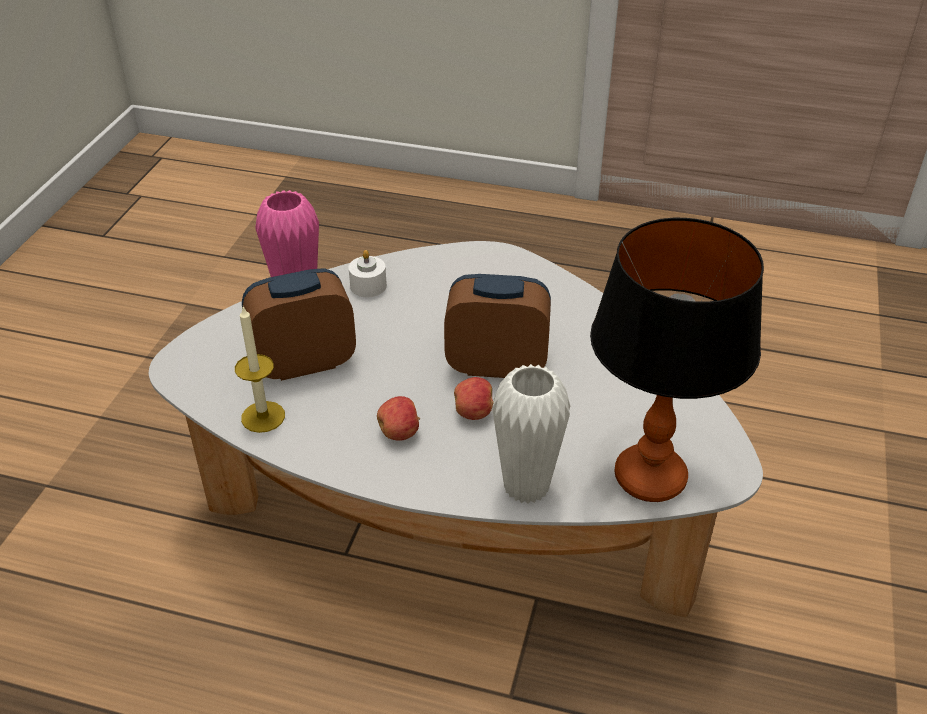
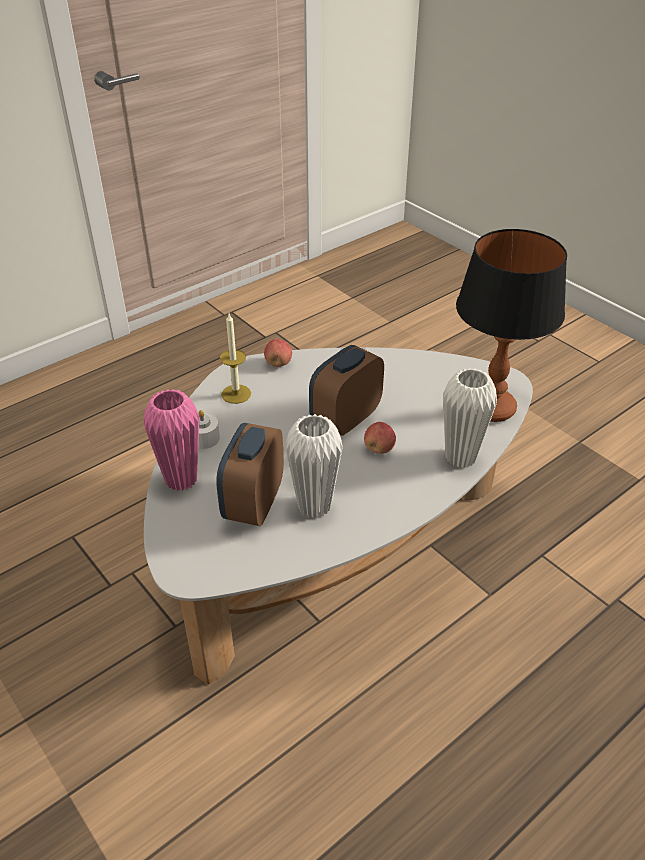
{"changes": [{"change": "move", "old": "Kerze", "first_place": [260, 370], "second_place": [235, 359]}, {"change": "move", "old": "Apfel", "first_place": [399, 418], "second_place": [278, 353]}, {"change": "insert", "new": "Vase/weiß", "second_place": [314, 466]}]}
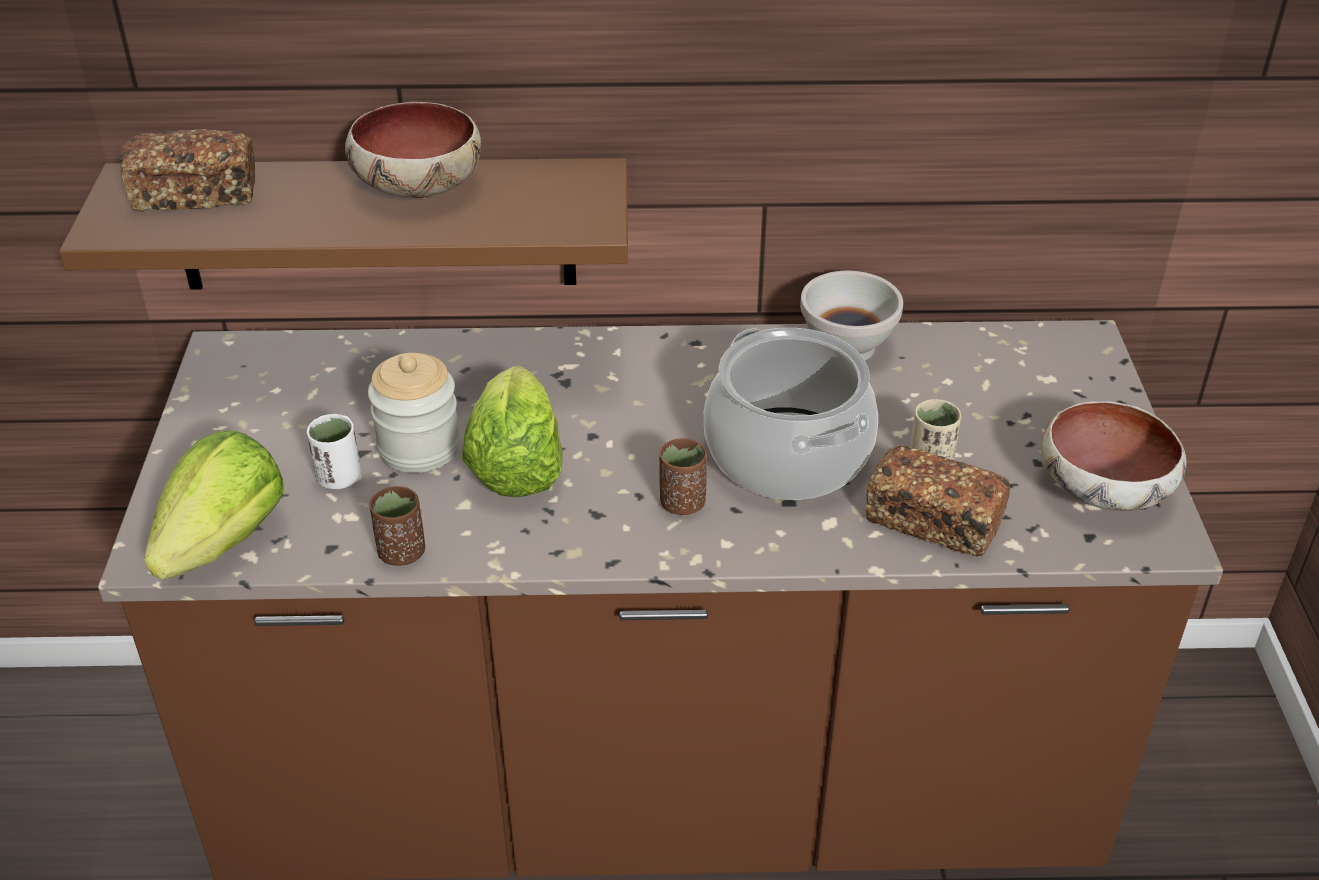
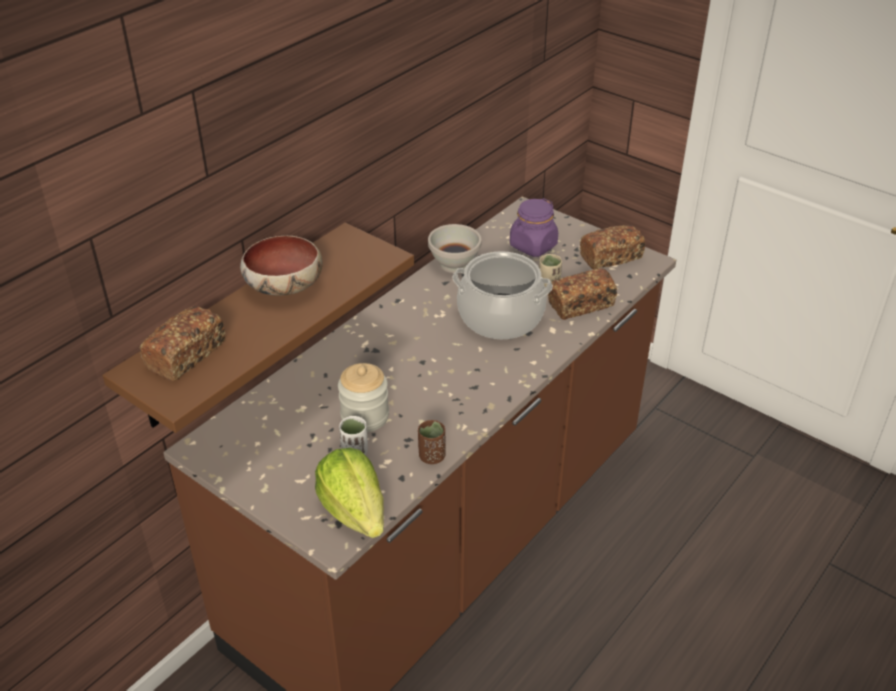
{"changes": [{"change": "delete", "old": "Salatkopf", "first_place": [512, 431]}, {"change": "replace", "old": "Schüssel", "new": "Brot", "first_place": [1114, 456], "second_place": [612, 247]}, {"change": "delete", "old": "Tasse/braun", "first_place": [683, 476]}, {"change": "insert", "new": "Vorratsglas/lila", "second_place": [534, 227]}]}
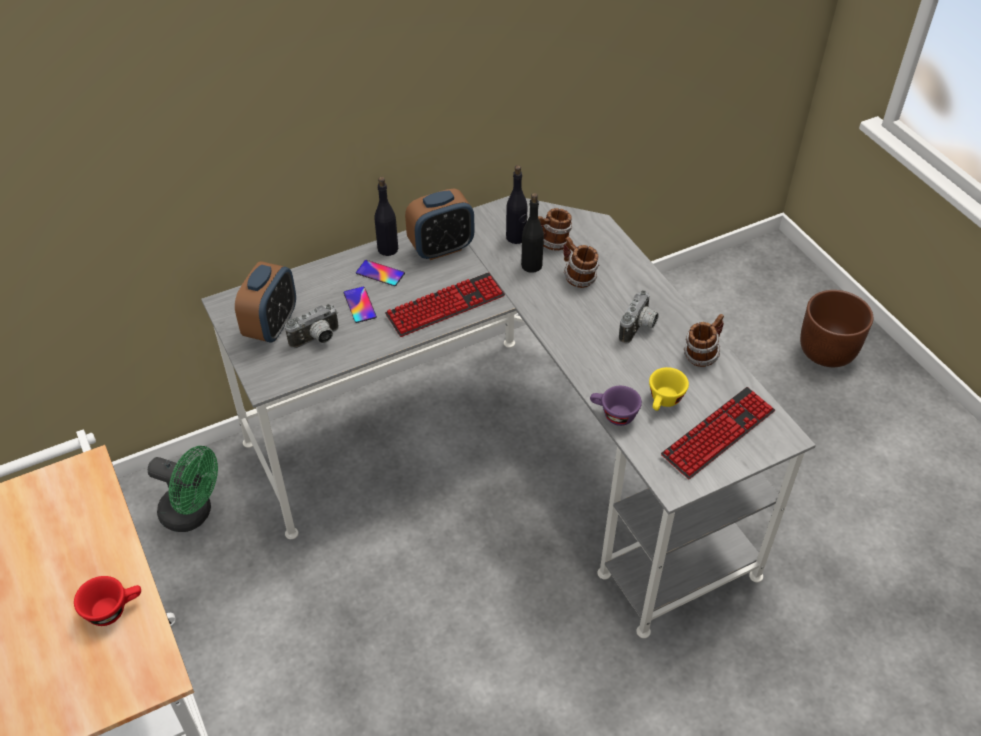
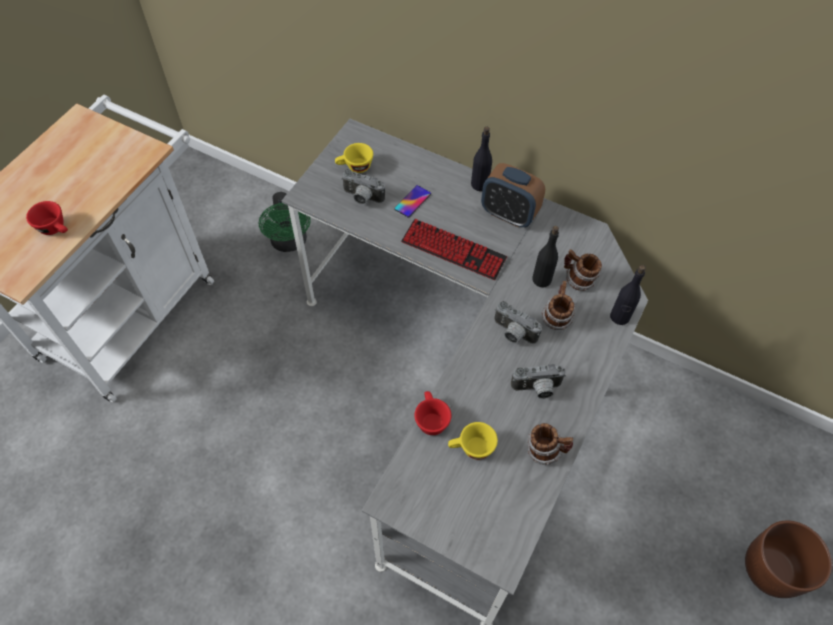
{"changes": [{"change": "move", "old": "Flasche/schwarz", "first_place": [516, 204], "second_place": [628, 295]}, {"change": "delete", "old": "Handy", "first_place": [380, 273]}, {"change": "replace", "old": "Wecker", "new": "Tasse/gelb", "first_place": [265, 302], "second_place": [354, 158]}, {"change": "recolor", "old": "Tasse/lila", "new": "Tasse/rot", "first_place": [616, 406], "second_place": [433, 413]}, {"change": "delete", "old": "Tastatur", "first_place": [718, 433]}, {"change": "insert", "new": "Kamera", "second_place": [518, 322]}]}
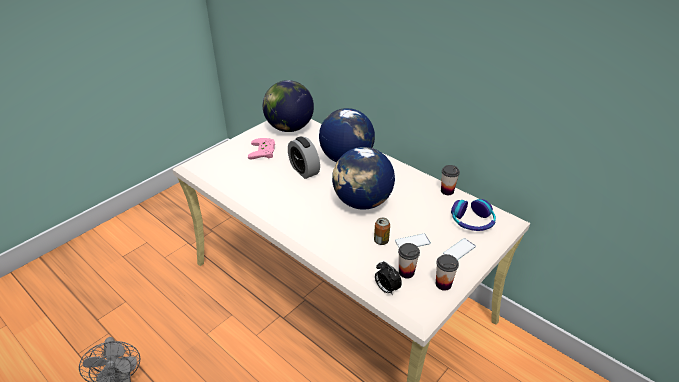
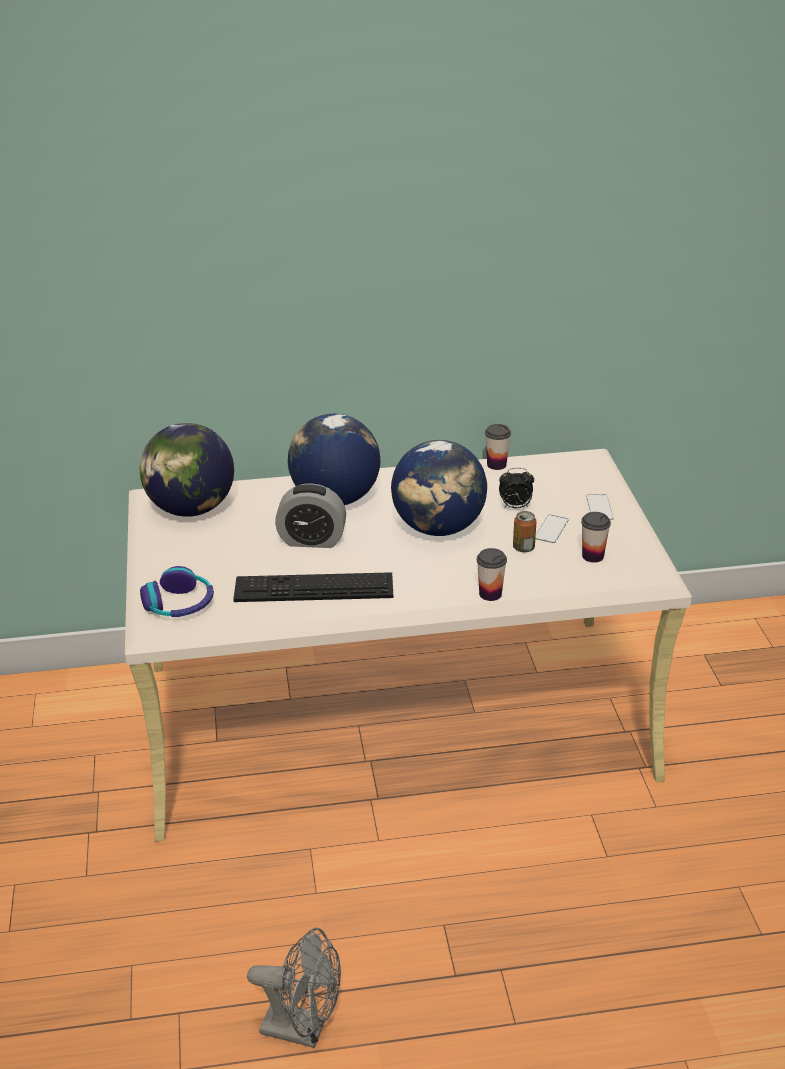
{"changes": [{"change": "delete", "old": "Gamepad/rosa", "first_place": [261, 148]}, {"change": "move", "old": "Kopfhörer", "first_place": [473, 215], "second_place": [177, 591]}, {"change": "move", "old": "Tasse", "first_place": [447, 272], "second_place": [492, 574]}, {"change": "move", "old": "Wecker", "first_place": [388, 278], "second_place": [516, 488]}, {"change": "insert", "new": "Tastatur", "second_place": [313, 587]}]}
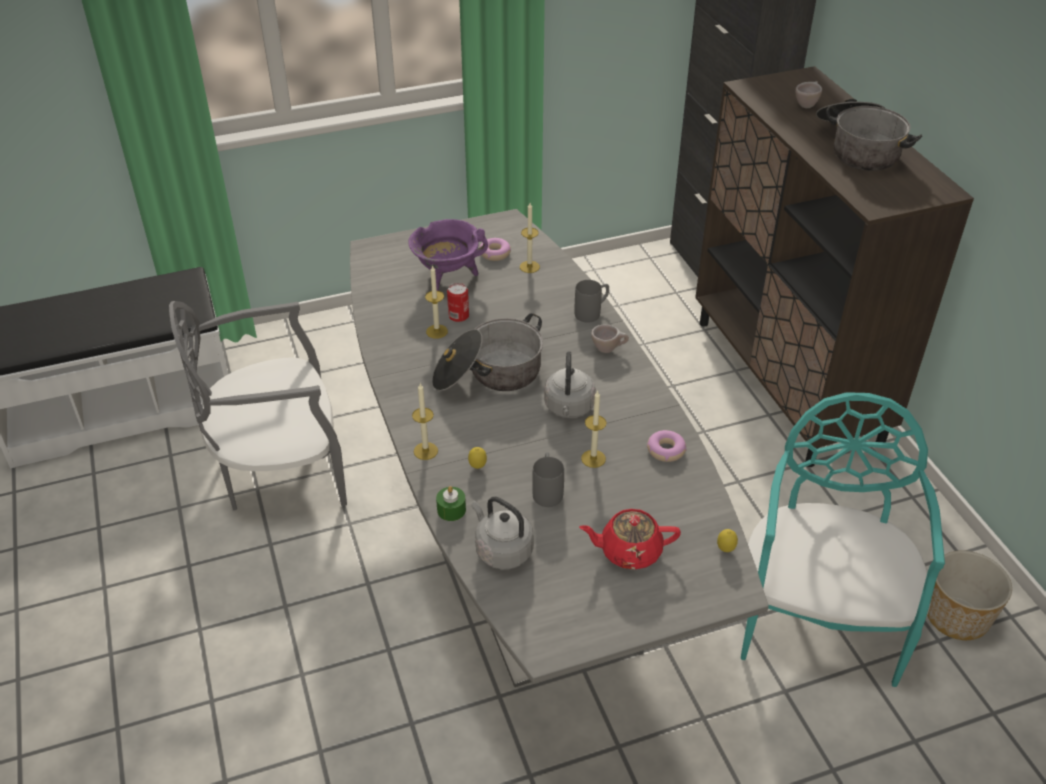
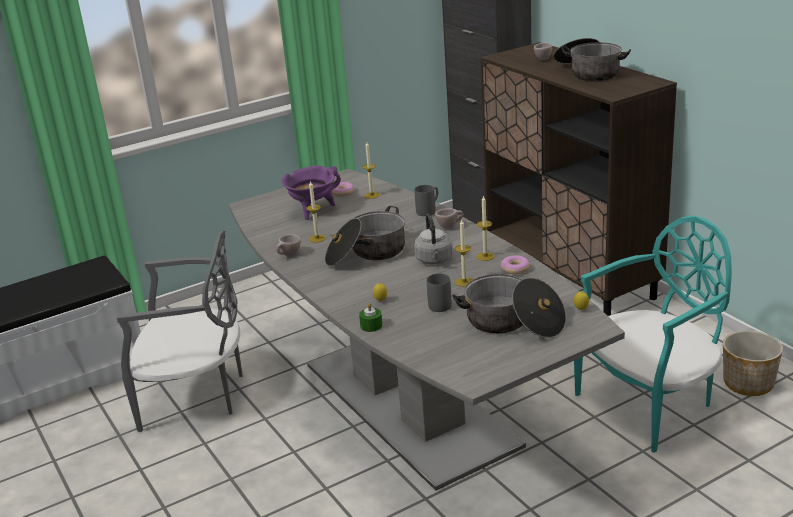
{"changes": [{"change": "delete", "old": "Dose", "first_place": [458, 302]}, {"change": "rotate", "old": "Stuhl/grau", "first_place": [258, 405], "second_place": [180, 331], "degrees": -150}, {"change": "move", "old": "Kerze", "first_place": [425, 421], "second_place": [486, 228]}, {"change": "rotate", "old": "Stuhl/türkis", "first_place": [843, 539], "second_place": [653, 334], "degrees": 60}, {"change": "delete", "old": "Wasserkessel/grau", "first_place": [502, 533]}, {"change": "replace", "old": "Teekanne/rot", "new": "Kochtopf", "first_place": [630, 539], "second_place": [509, 306]}, {"change": "insert", "new": "Tasse/beige", "second_place": [288, 245]}]}
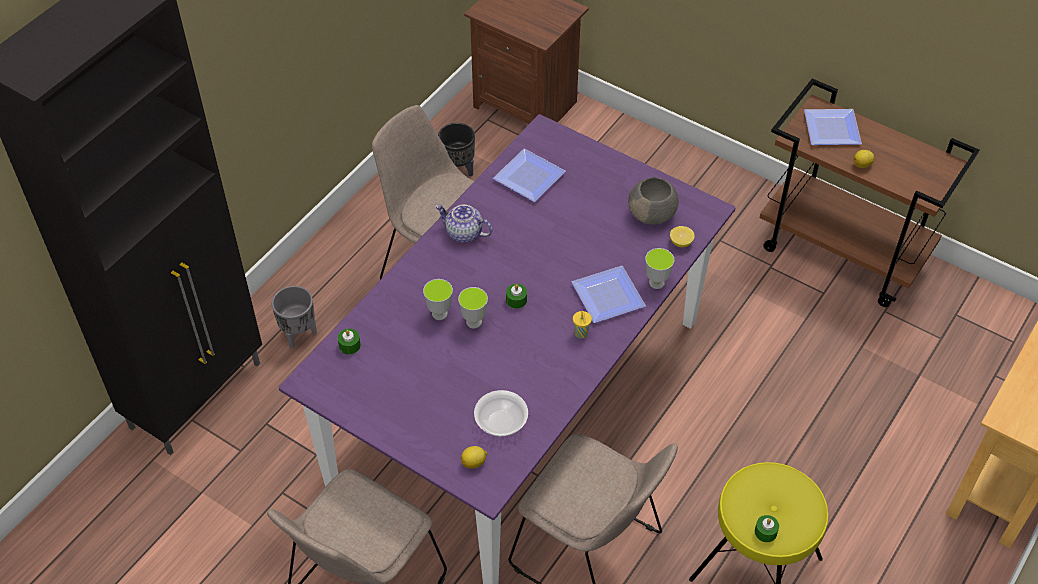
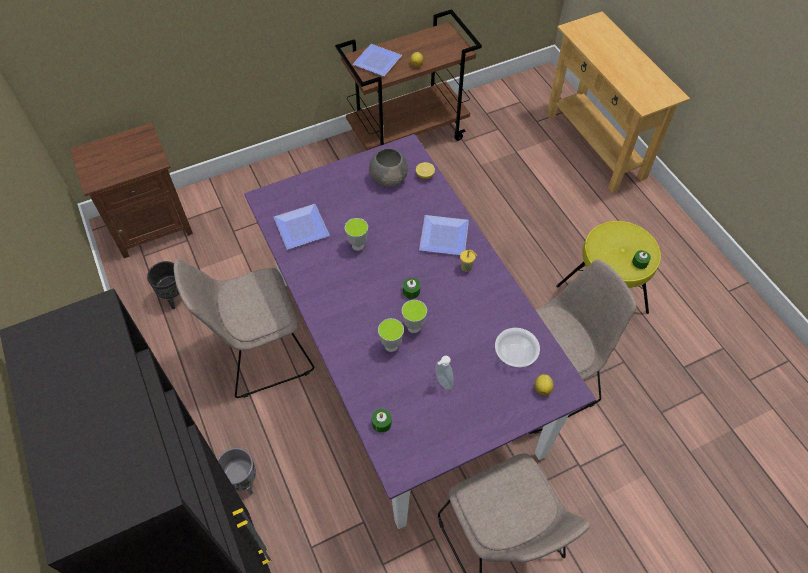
{"changes": [{"change": "delete", "old": "Teekanne", "first_place": [464, 223]}, {"change": "move", "old": "Tasse", "first_place": [659, 268], "second_place": [356, 234]}, {"change": "insert", "new": "Seifenspender", "second_place": [444, 373]}]}
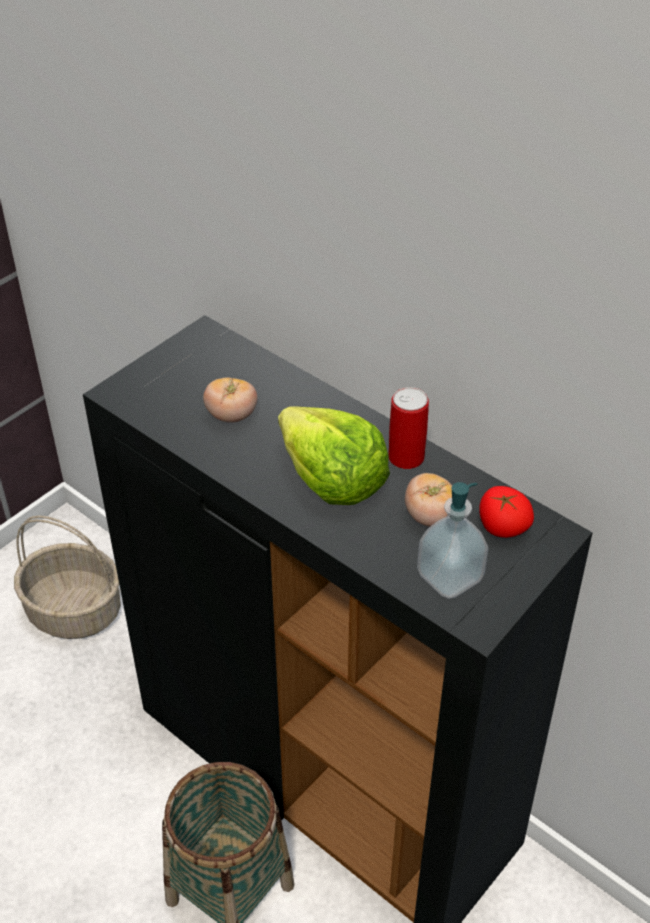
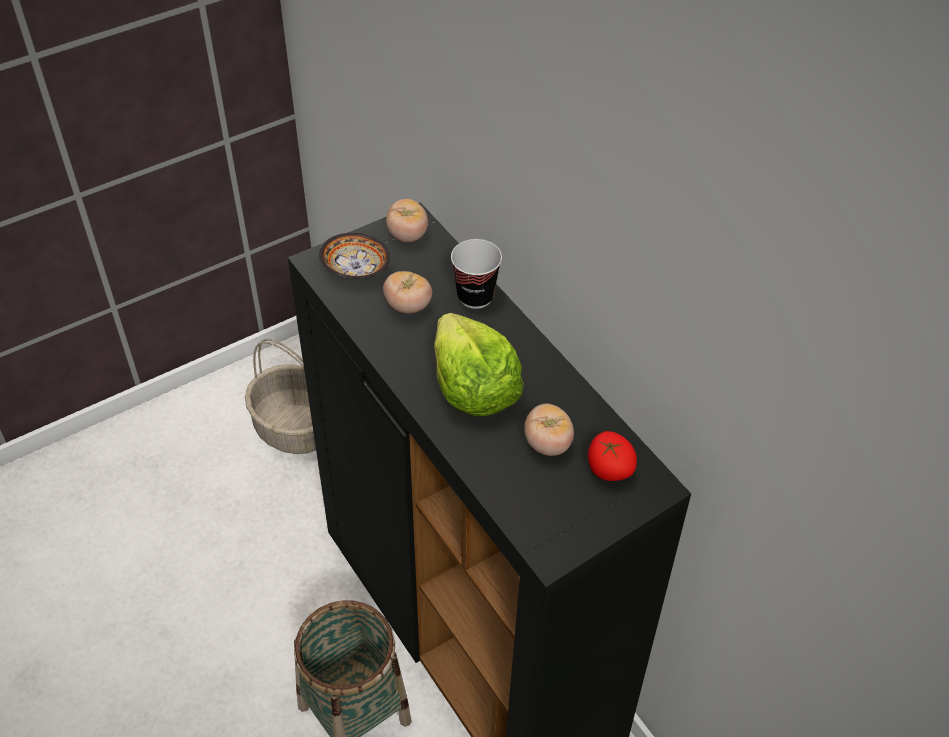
{"changes": [{"change": "delete", "old": "Dose", "first_place": [408, 428]}, {"change": "delete", "old": "Seifenspender", "first_place": [452, 540]}, {"change": "insert", "new": "Tomate", "second_place": [407, 221]}, {"change": "insert", "new": "Schüssel", "second_place": [354, 256]}, {"change": "insert", "new": "Tasse", "second_place": [476, 274]}]}
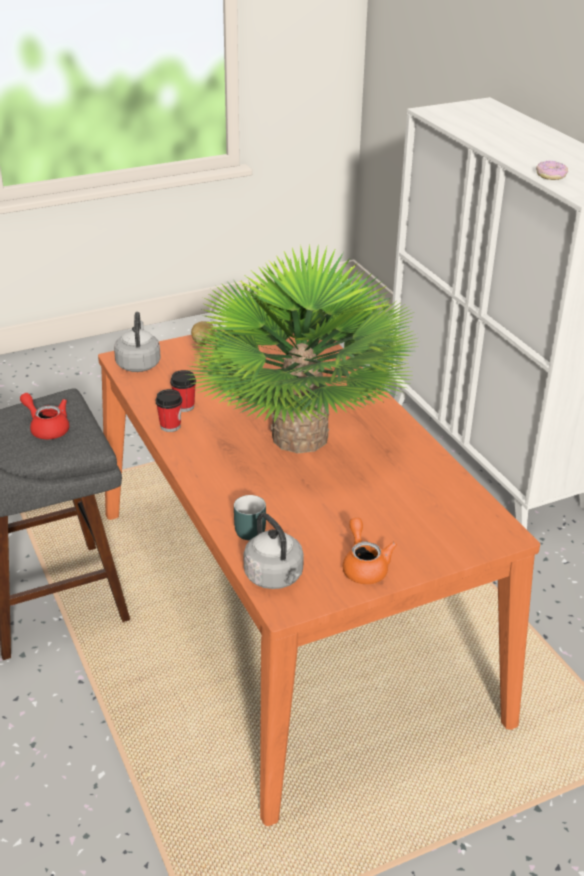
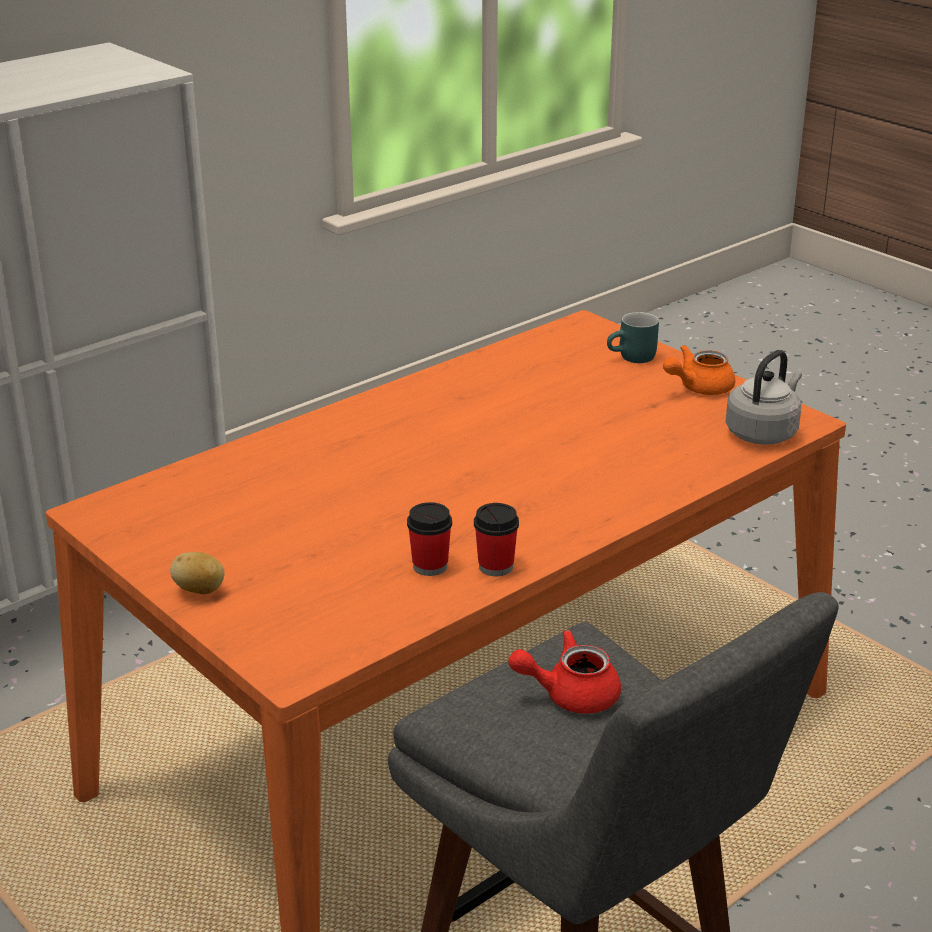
{"changes": [{"change": "delete", "old": "Donut", "first_place": [552, 170]}, {"change": "delete", "old": "Topfpflanze", "first_place": [302, 348]}, {"change": "delete", "old": "Wasserkessel/grau", "first_place": [137, 342]}, {"change": "rotate", "old": "Teekanne/rot", "first_place": [44, 416], "second_place": [564, 672], "degrees": 60}, {"change": "move", "old": "Henkelbecher/türkis", "first_place": [250, 517], "second_place": [633, 337]}]}
